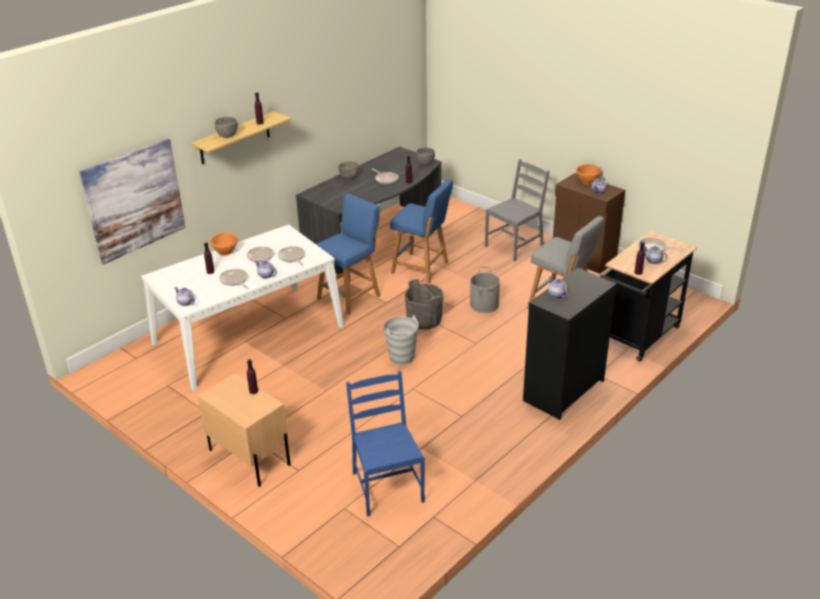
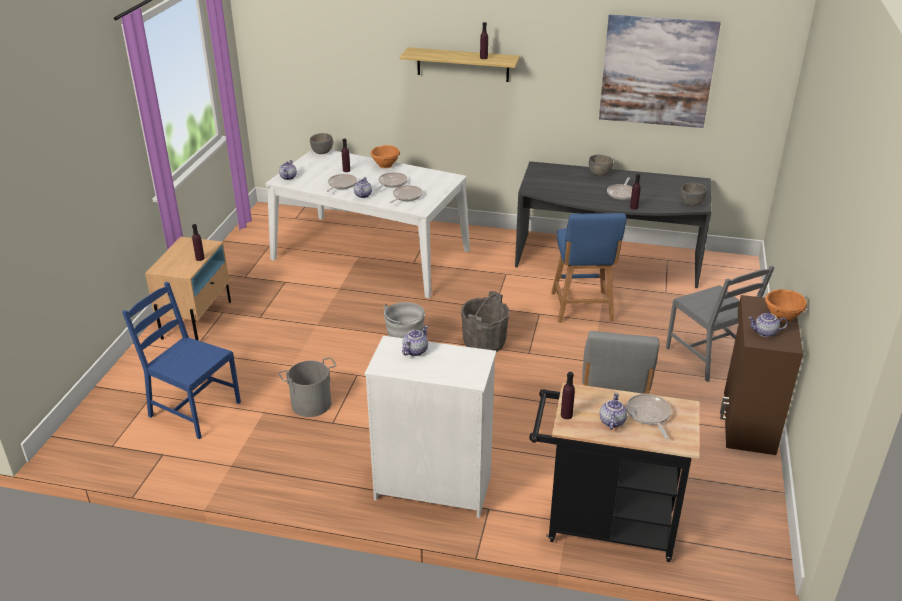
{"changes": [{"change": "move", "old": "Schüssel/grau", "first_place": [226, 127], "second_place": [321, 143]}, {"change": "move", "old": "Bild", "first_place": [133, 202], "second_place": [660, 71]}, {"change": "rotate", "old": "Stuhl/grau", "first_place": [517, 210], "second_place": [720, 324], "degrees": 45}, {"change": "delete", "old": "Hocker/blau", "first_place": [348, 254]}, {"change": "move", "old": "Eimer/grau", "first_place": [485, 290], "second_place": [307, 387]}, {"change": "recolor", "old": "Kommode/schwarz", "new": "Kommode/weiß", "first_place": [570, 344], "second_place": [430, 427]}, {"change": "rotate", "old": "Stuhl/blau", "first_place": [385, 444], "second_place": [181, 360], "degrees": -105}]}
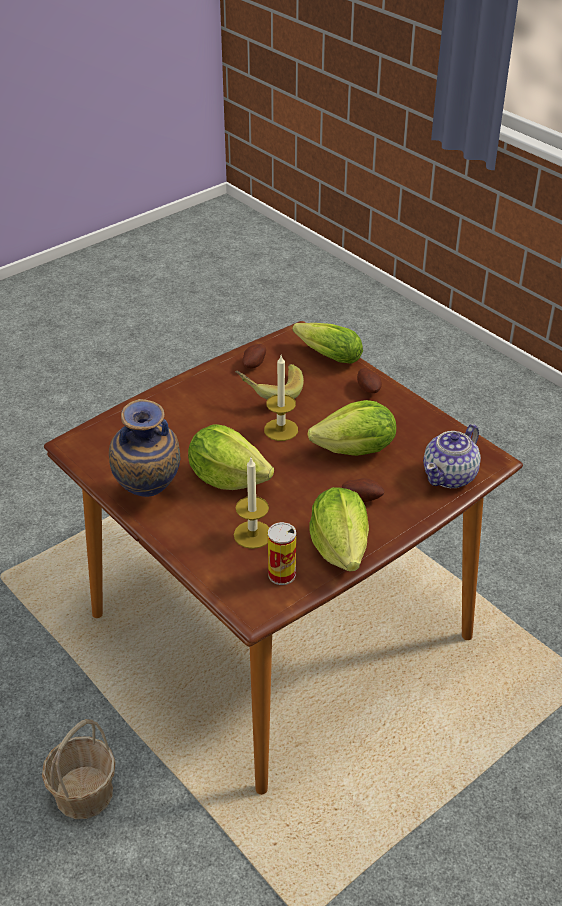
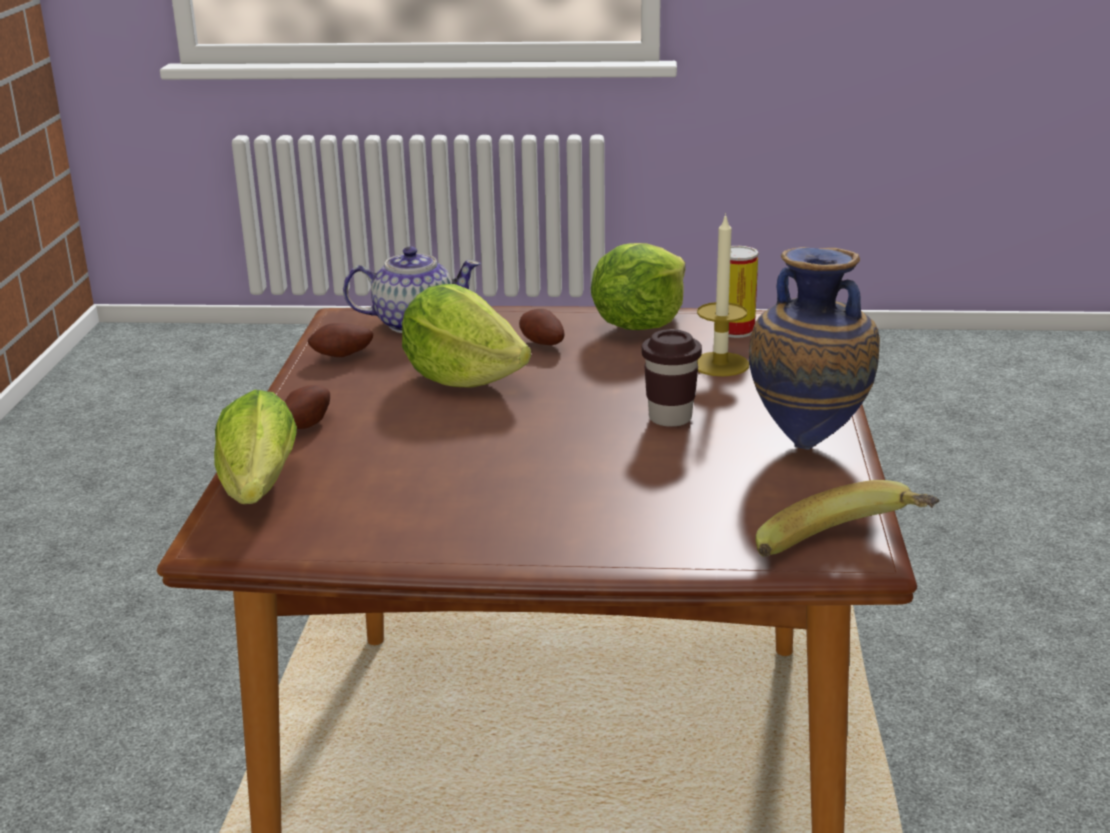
{"changes": [{"change": "move", "old": "Kartoffel", "first_place": [254, 356], "second_place": [340, 340]}, {"change": "delete", "old": "Kerze", "first_place": [281, 398]}, {"change": "move", "old": "Banane", "first_place": [269, 382], "second_place": [847, 518]}, {"change": "replace", "old": "Salatkopf", "new": "Tasse/braun", "first_place": [231, 457], "second_place": [672, 378]}, {"change": "delete", "old": "Korb", "first_place": [79, 769]}]}
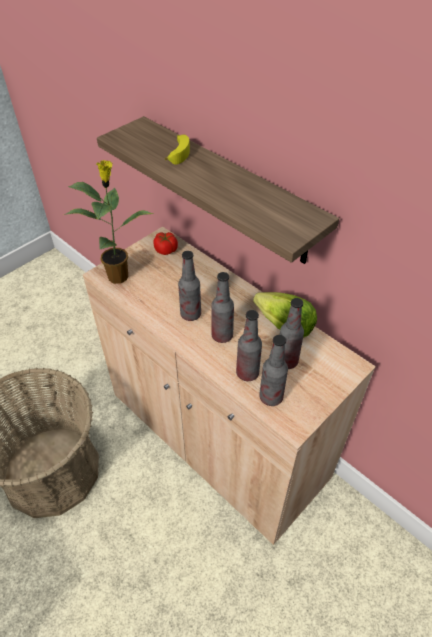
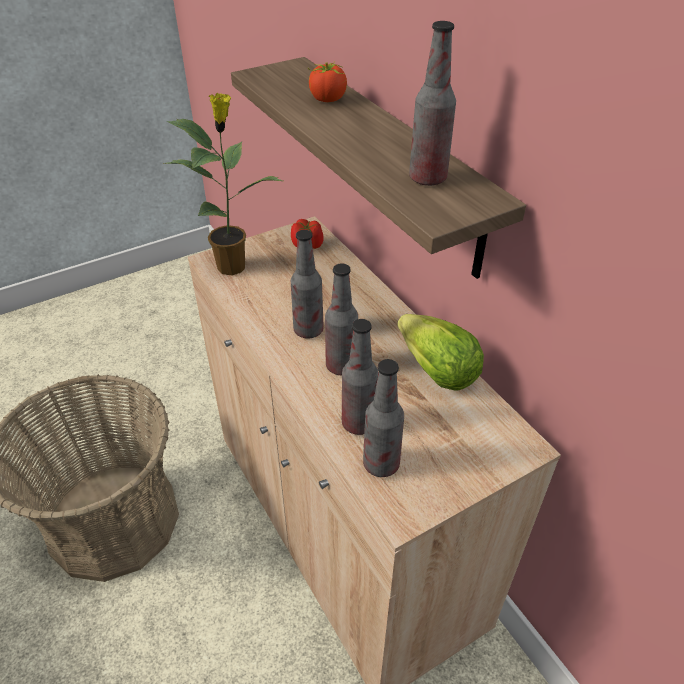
{"changes": [{"change": "replace", "old": "Banane", "new": "Tomate", "first_place": [177, 149], "second_place": [327, 81]}, {"change": "move", "old": "Flasche", "first_place": [292, 333], "second_place": [432, 103]}]}
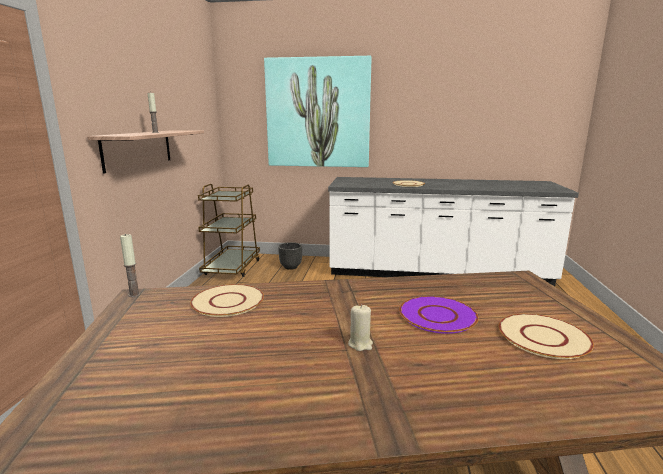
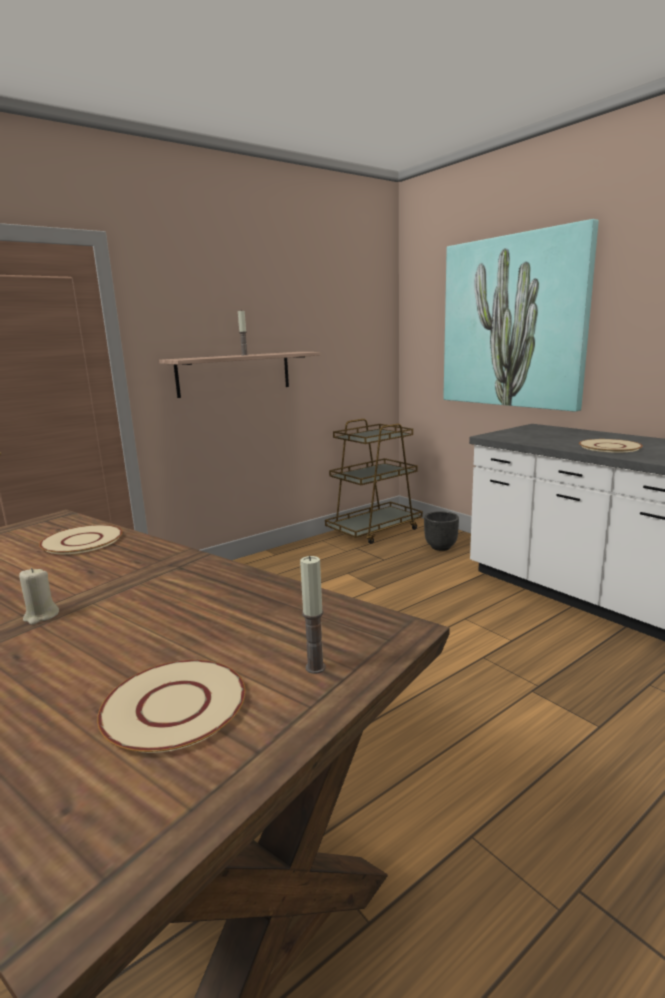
{"changes": [{"change": "move", "old": "Kerze", "first_place": [130, 265], "second_place": [313, 615]}, {"change": "delete", "old": "Teller/lila", "first_place": [439, 315]}]}
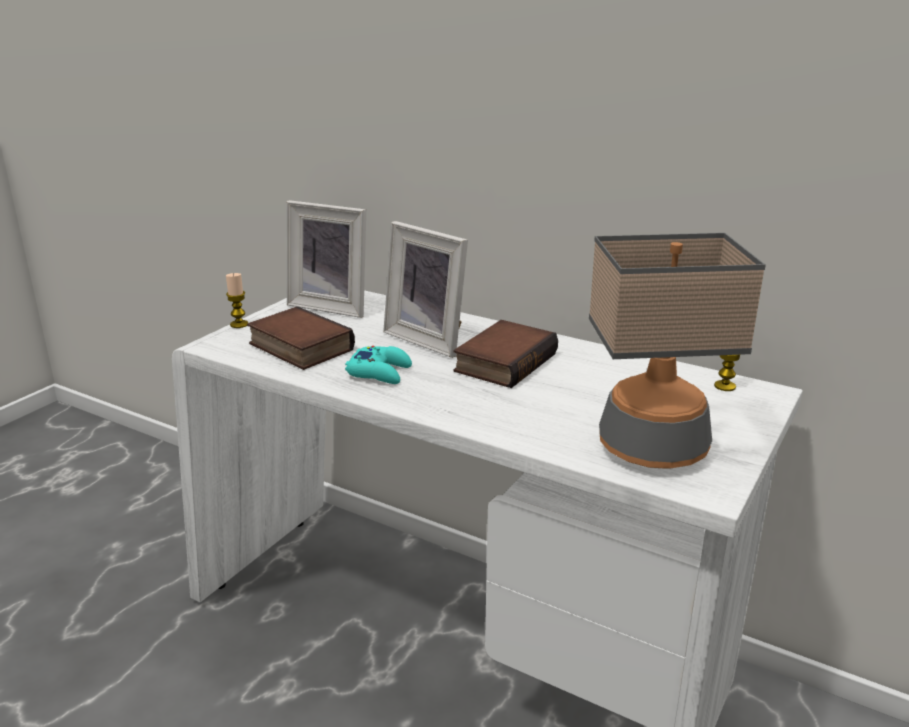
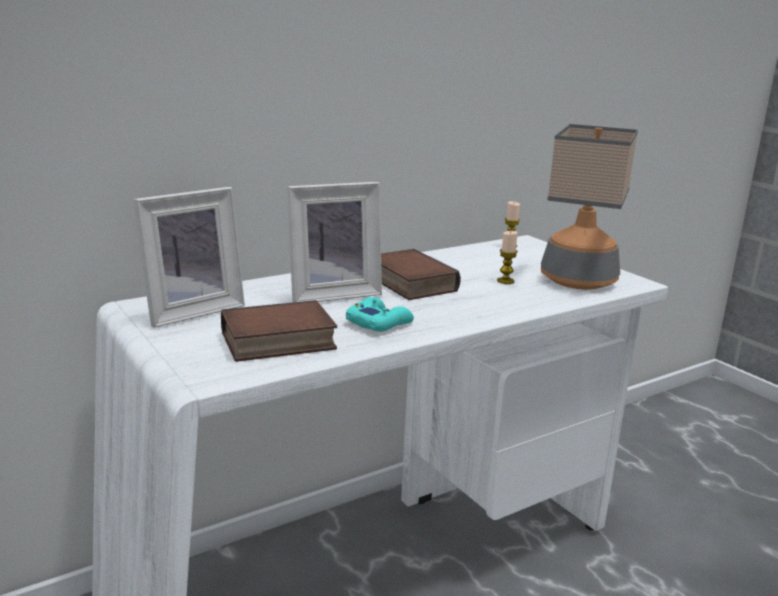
{"changes": [{"change": "move", "old": "Kerze", "first_place": [237, 300], "second_place": [507, 257]}]}
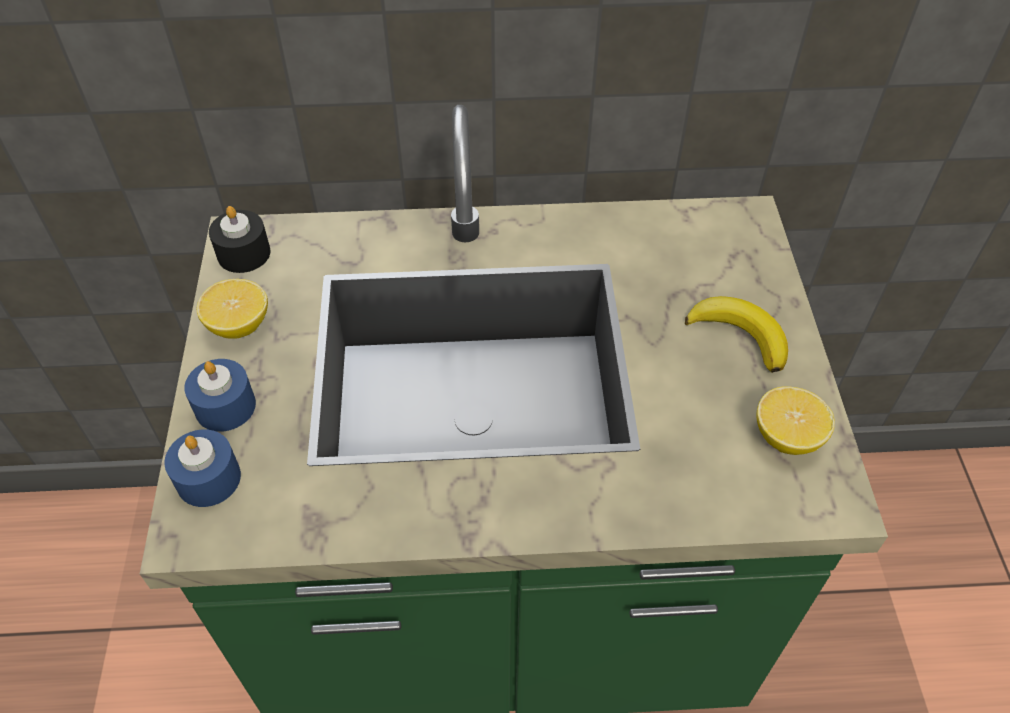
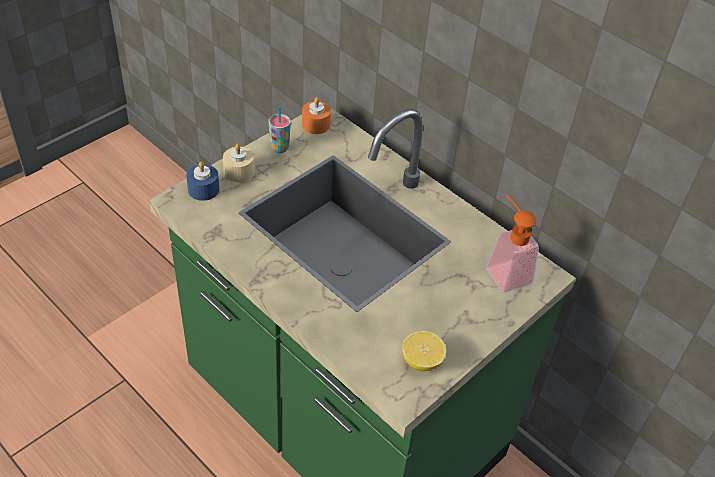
{"changes": [{"change": "recolor", "old": "Kerze/schwarz", "new": "Kerze/orange", "first_place": [240, 239], "second_place": [316, 115]}, {"change": "replace", "old": "Zitrone", "new": "Tasse", "first_place": [232, 309], "second_place": [279, 129]}, {"change": "delete", "old": "Banane", "first_place": [736, 334]}, {"change": "recolor", "old": "Kerze/blau", "new": "Kerze/beige", "first_place": [220, 395], "second_place": [238, 163]}, {"change": "insert", "new": "Seifenspender", "second_place": [512, 243]}]}
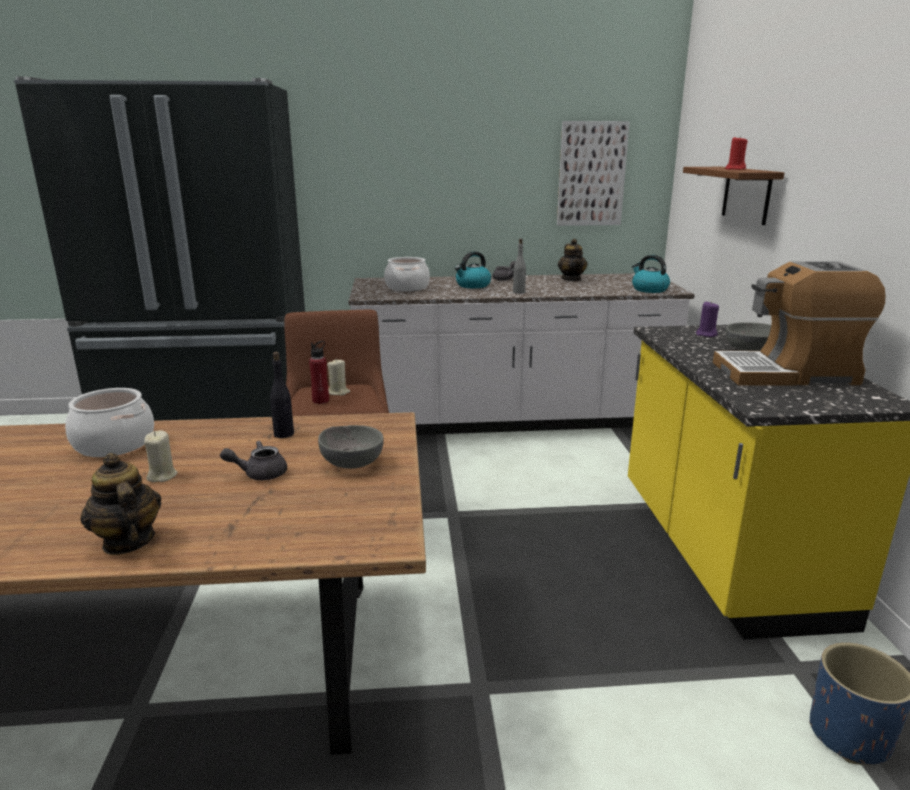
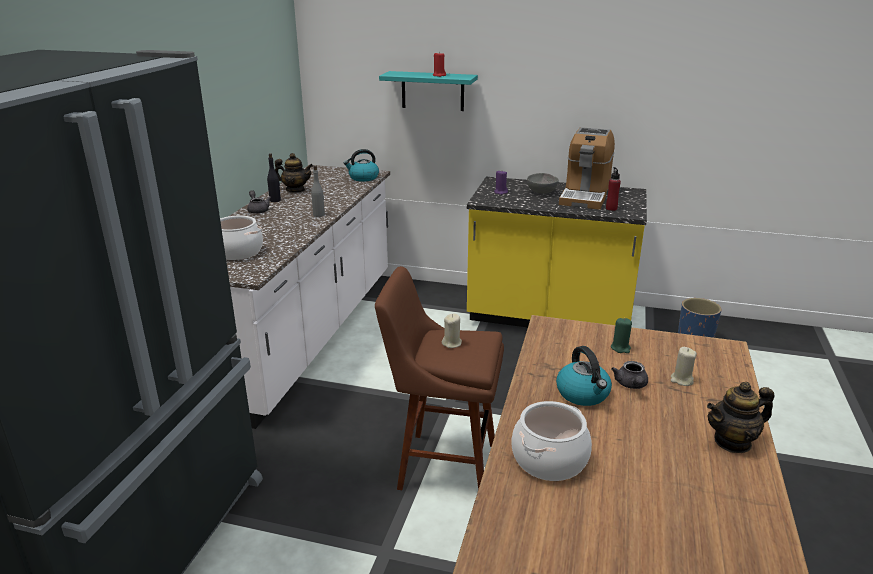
{"changes": [{"change": "delete", "old": "Bild", "first_place": [593, 173]}, {"change": "recolor", "old": "Wandregal/braun", "new": "Wandregal/türkis", "first_place": [733, 196], "second_place": [428, 91]}, {"change": "move", "old": "Wasserkessel", "first_place": [473, 269], "second_place": [584, 376]}, {"change": "move", "old": "Flasche/rot", "first_place": [319, 372], "second_place": [613, 189]}, {"change": "move", "old": "Flasche/schwarz", "first_place": [282, 395], "second_place": [274, 177]}, {"change": "replace", "old": "Schüssel/grau", "new": "Kerze/grün", "first_place": [351, 447], "second_place": [621, 335]}, {"change": "move", "old": "Kerze/beige", "first_place": [161, 456], "second_place": [684, 366]}]}
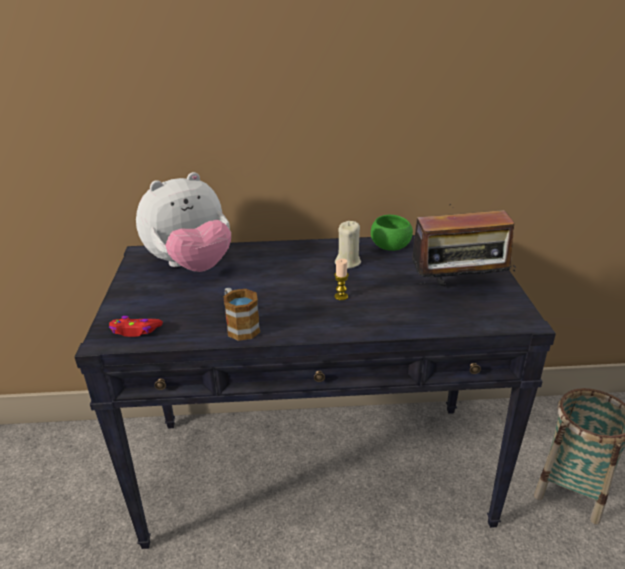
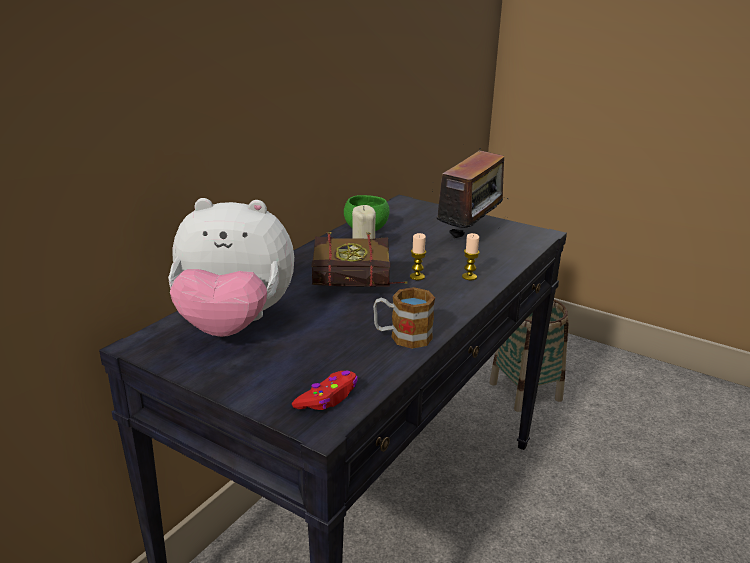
{"changes": [{"change": "rotate", "old": "Plüschtier", "first_place": [183, 222], "second_place": [231, 267], "degrees": 90}, {"change": "insert", "new": "Buch", "second_place": [359, 259]}, {"change": "insert", "new": "Kerze", "second_place": [471, 256]}]}
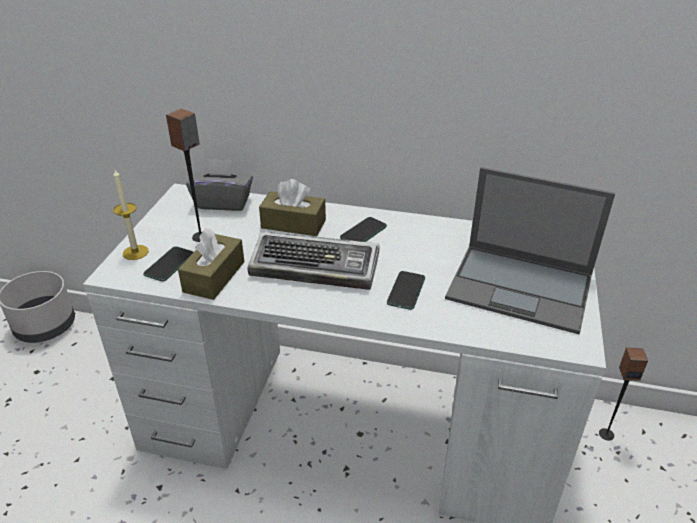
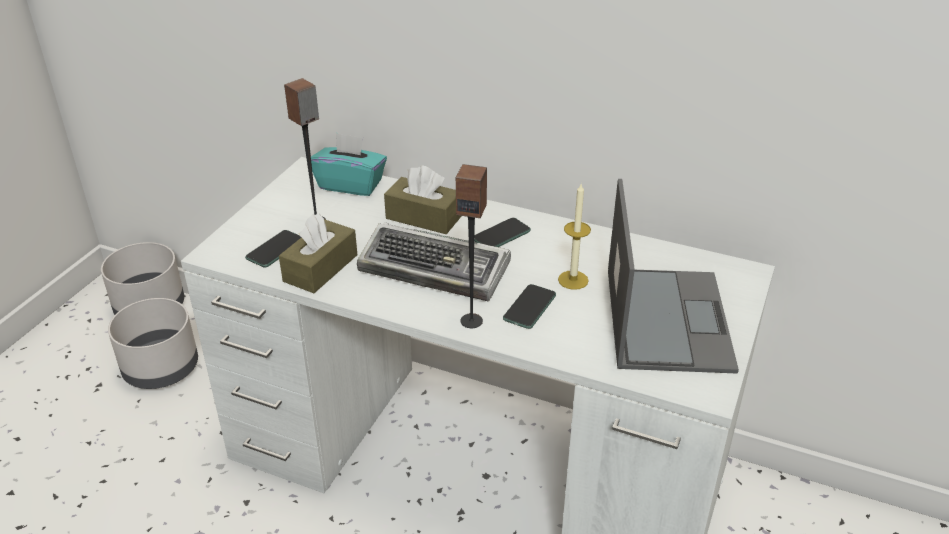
{"changes": [{"change": "recolor", "old": "Taschentuchbox/grau", "new": "Taschentuchbox/türkis", "first_place": [219, 185], "second_place": [349, 164]}, {"change": "rotate", "old": "Laptop", "first_place": [530, 250], "second_place": [673, 276], "degrees": -120}, {"change": "move", "old": "Kerze", "first_place": [131, 214], "second_place": [574, 237]}, {"change": "move", "old": "Lautsprecher", "first_place": [623, 394], "second_place": [471, 246]}, {"change": "insert", "new": "Pflanzkübel/grau", "second_place": [153, 343]}]}
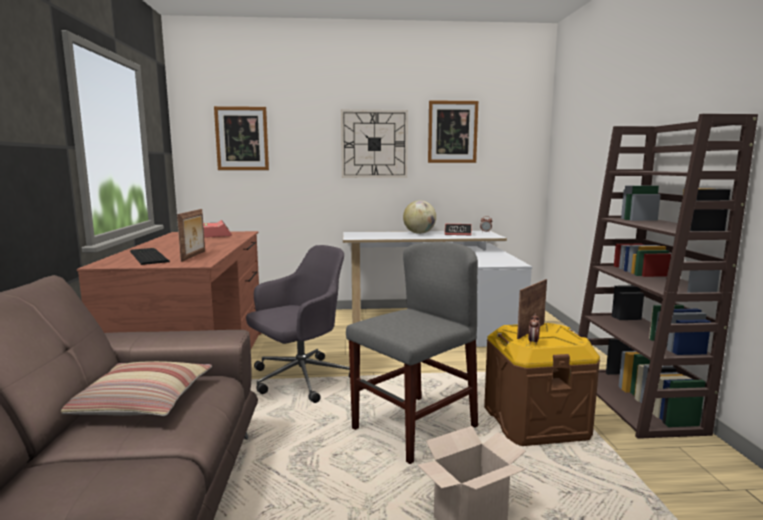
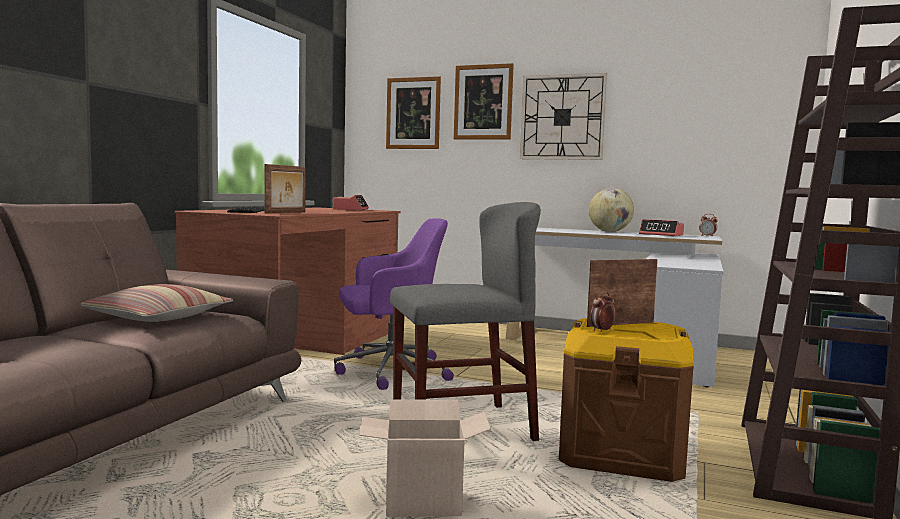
{"changes": [{"change": "move", "old": "Bild", "first_place": [453, 131], "second_place": [484, 101]}, {"change": "recolor", "old": "Bürostuhl/grau", "new": "Bürostuhl/lila", "first_place": [298, 324], "second_place": [394, 304]}]}
